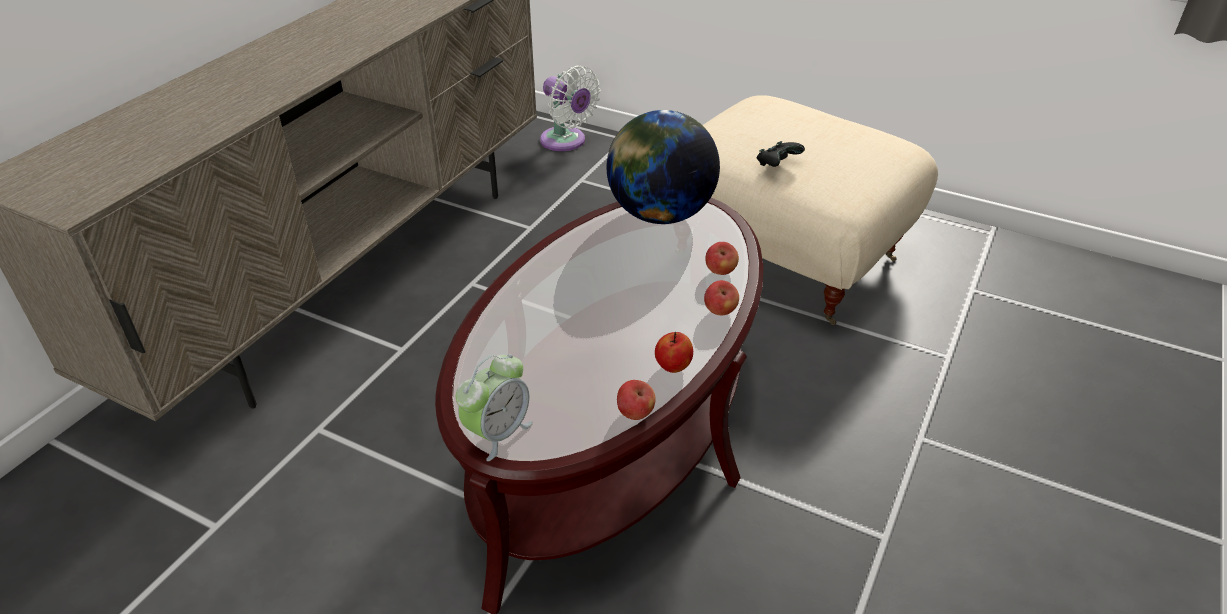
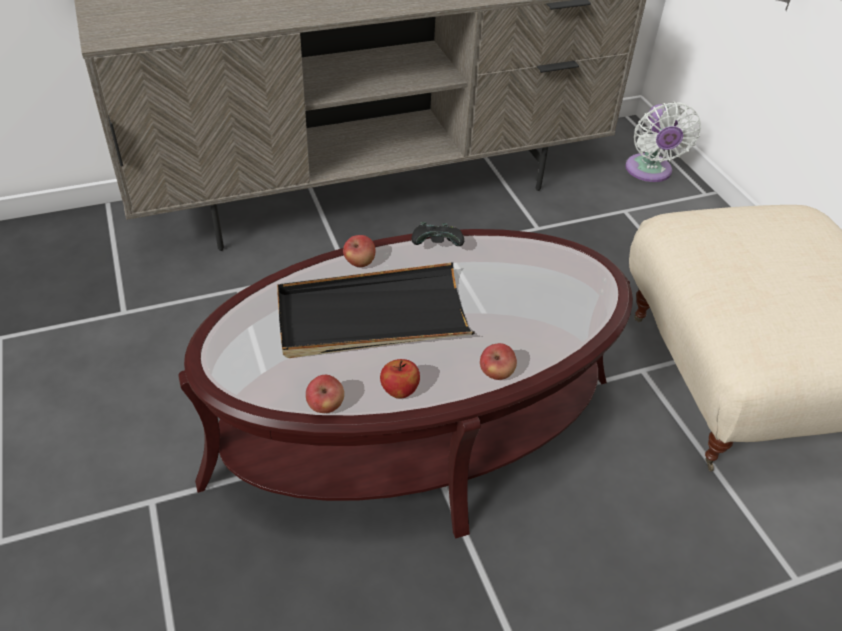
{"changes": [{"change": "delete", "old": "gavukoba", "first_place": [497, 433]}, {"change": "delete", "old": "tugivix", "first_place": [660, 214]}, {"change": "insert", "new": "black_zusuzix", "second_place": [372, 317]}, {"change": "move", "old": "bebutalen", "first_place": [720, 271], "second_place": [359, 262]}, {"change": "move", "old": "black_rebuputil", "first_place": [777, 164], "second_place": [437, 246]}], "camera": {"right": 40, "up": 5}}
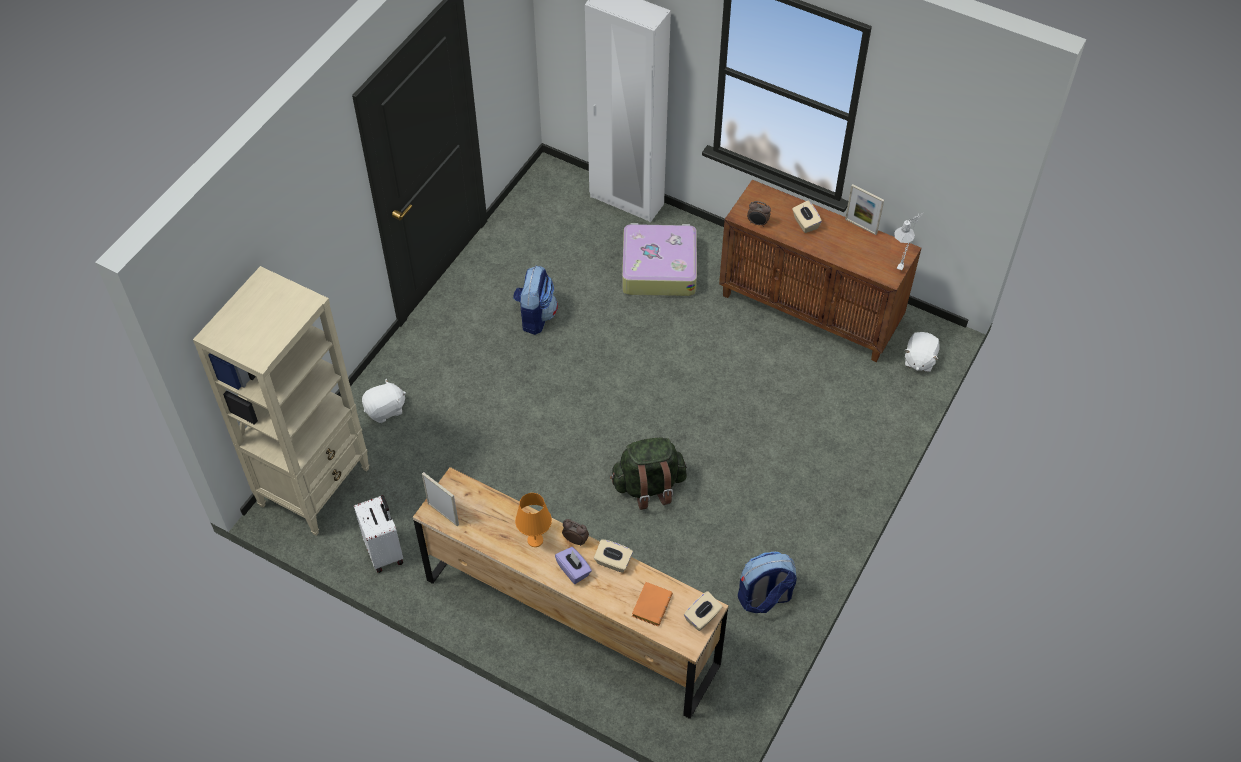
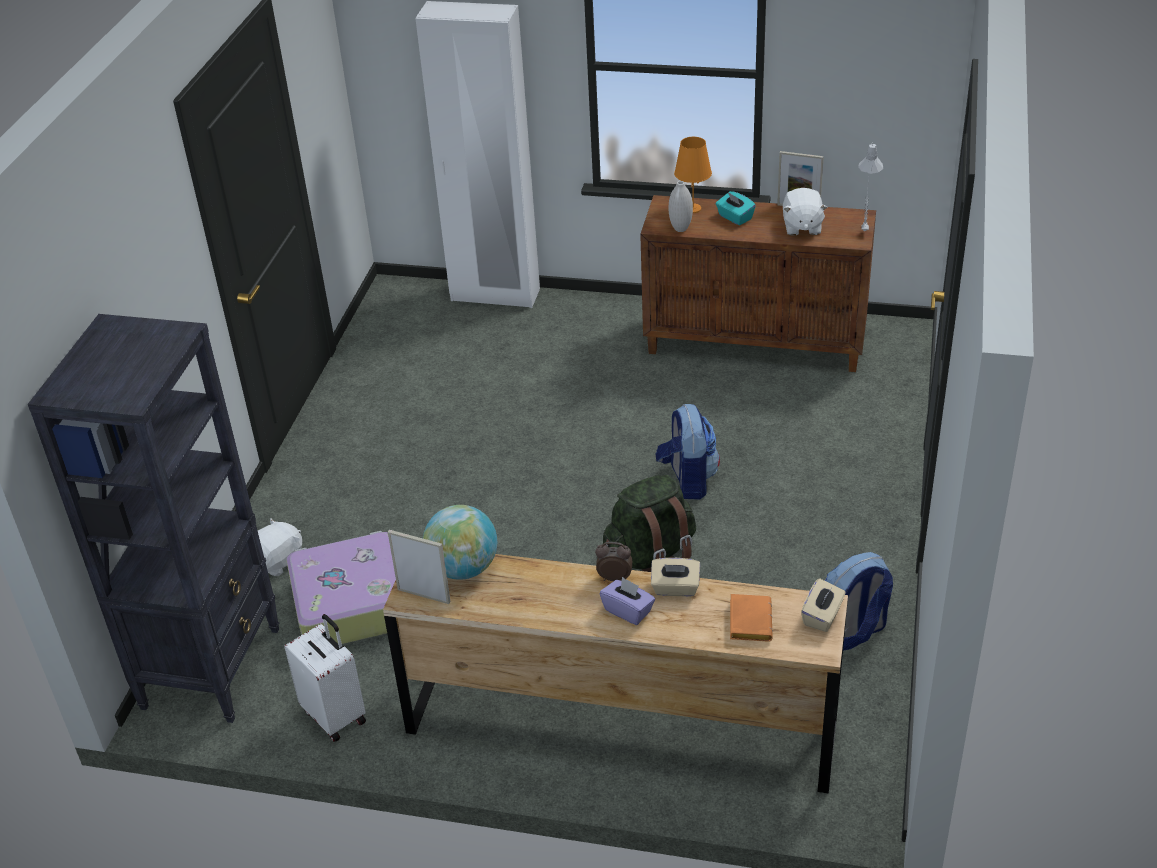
{"changes": [{"change": "insert", "new": "tugivix", "second_place": [463, 568]}, {"change": "move", "old": "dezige", "first_place": [535, 316], "second_place": [688, 480]}, {"change": "move", "old": "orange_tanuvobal", "first_place": [535, 540], "second_place": [693, 208]}, {"change": "move", "old": "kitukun", "first_place": [658, 268], "second_place": [351, 603]}, {"change": "move", "old": "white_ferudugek", "first_place": [919, 360], "second_place": [802, 227]}, {"change": "replace", "old": "gavukoba", "new": "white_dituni", "first_place": [757, 223], "second_place": [680, 229]}, {"change": "recolor", "old": "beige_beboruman", "new": "black_beboruman", "first_place": [315, 486], "second_place": [212, 667]}, {"change": "recolor", "old": "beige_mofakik", "new": "turquoise_mofakik", "first_place": [805, 223], "second_place": [735, 217]}], "camera": {"right": -15, "up": -15}}
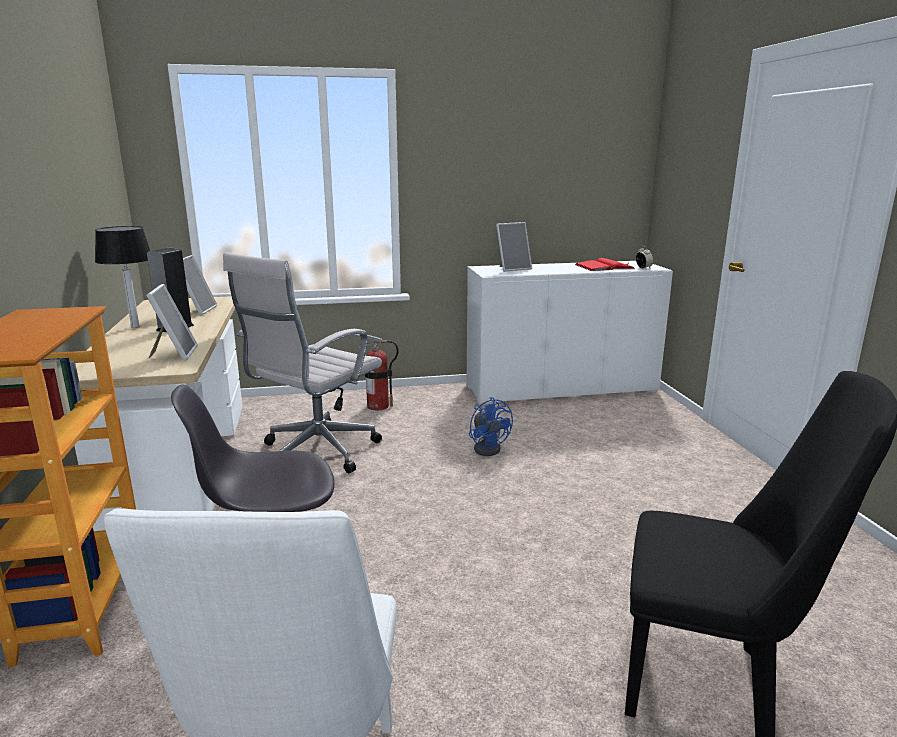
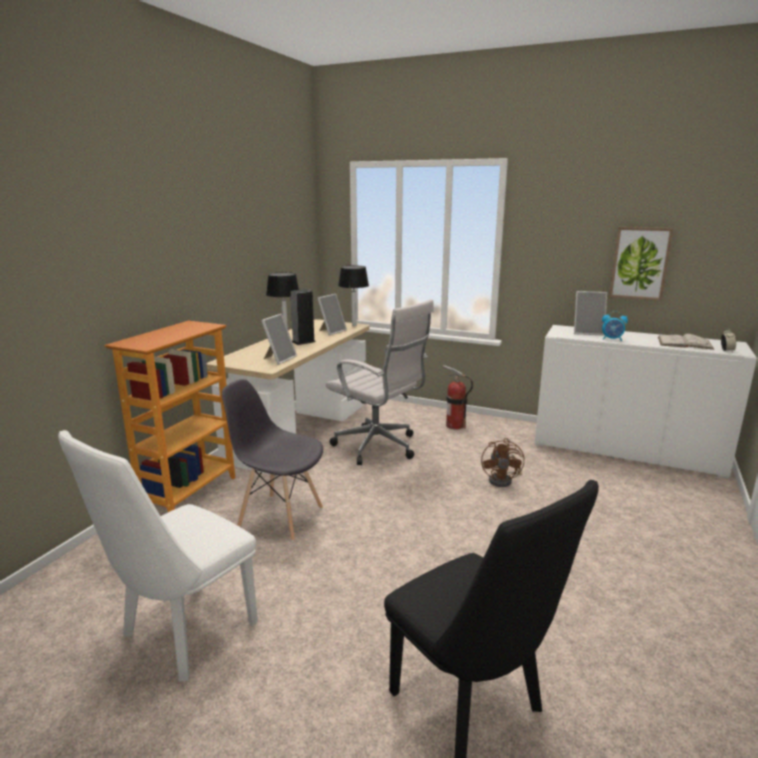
{"changes": [{"change": "insert", "new": "tanuvobal", "second_place": [353, 325]}, {"change": "insert", "new": "gavukoba", "second_place": [612, 339]}, {"change": "insert", "new": "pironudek", "second_place": [640, 263]}, {"change": "recolor", "old": "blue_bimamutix", "new": "brown_bimamutix", "first_place": [489, 448], "second_place": [504, 480]}, {"change": "recolor", "old": "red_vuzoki", "new": "white_vuzoki", "first_place": [604, 266], "second_place": [684, 343]}, {"change": "rotate", "old": "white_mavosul", "first_place": [315, 453], "second_place": [379, 447], "degrees": -120}], "camera": {"right": 35, "up": 0}}
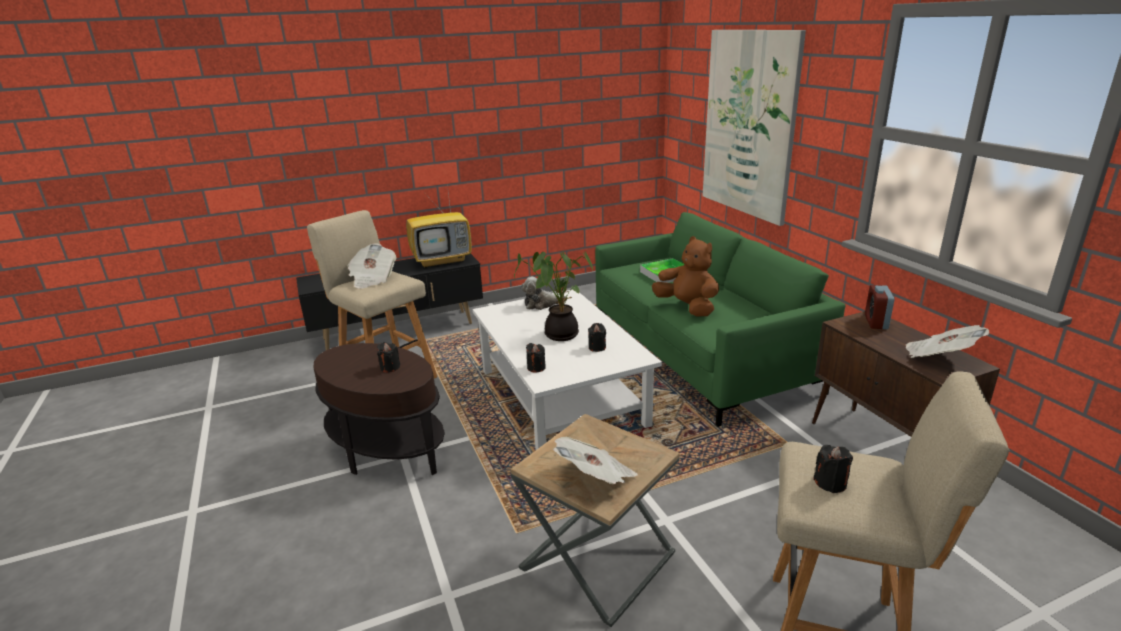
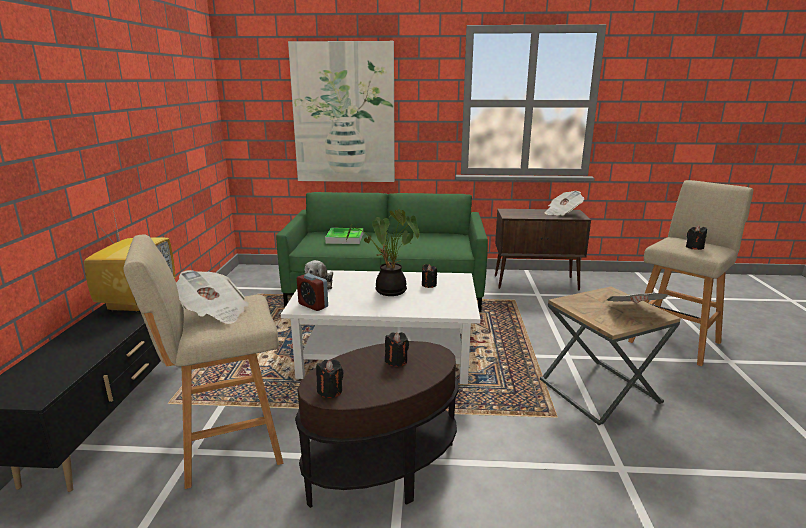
{"changes": [{"change": "delete", "old": "brown_ferudugek", "first_place": [687, 307]}, {"change": "move", "old": "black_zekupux", "first_place": [536, 368], "second_place": [330, 391]}, {"change": "move", "old": "gavukoba", "first_place": [876, 322], "second_place": [313, 305]}], "camera": {"right": -65, "up": -5}}
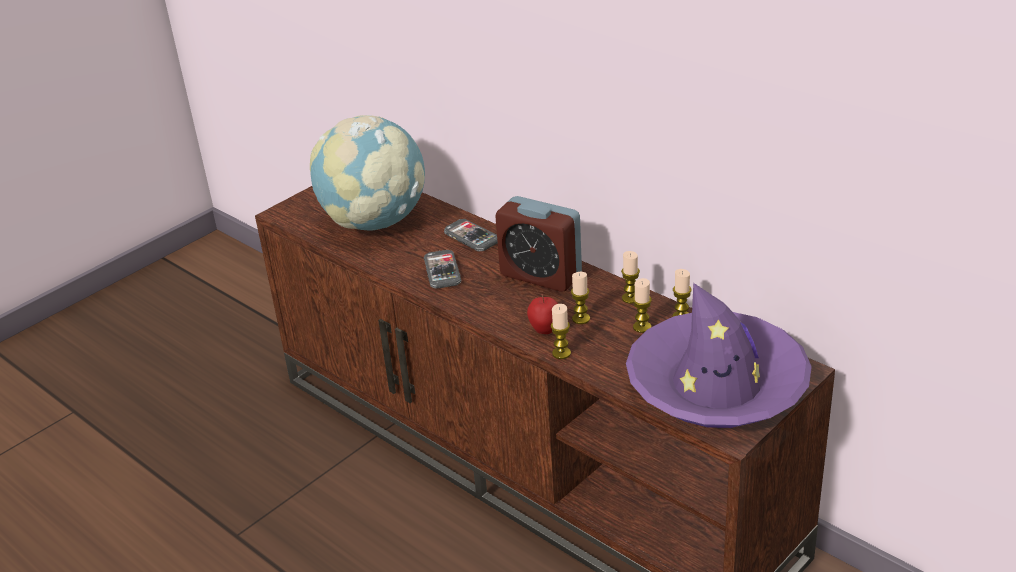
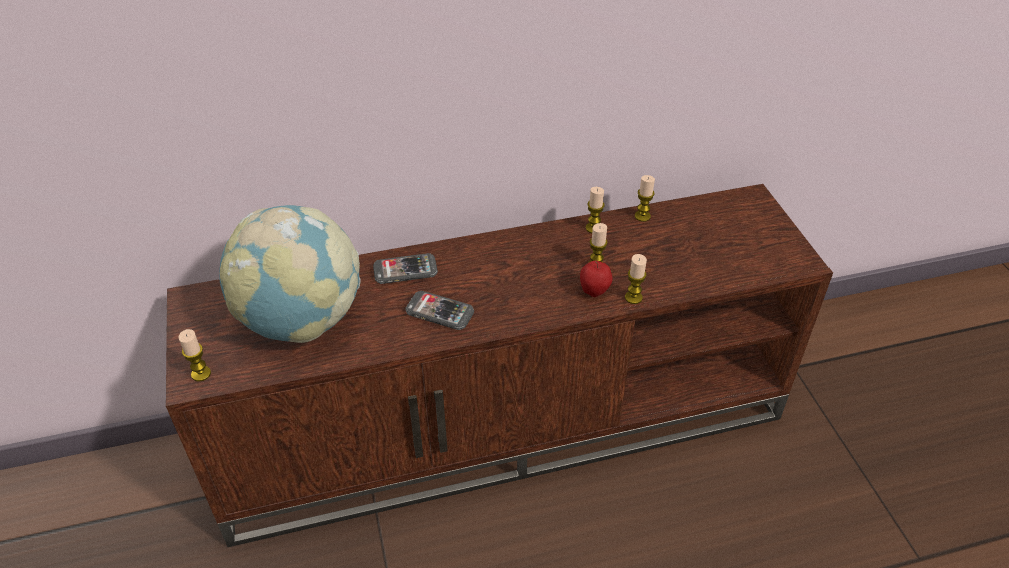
{"changes": [{"change": "delete", "old": "gavukoba", "first_place": [541, 275]}, {"change": "delete", "old": "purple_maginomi", "first_place": [717, 385]}, {"change": "move", "old": "zekupux", "first_place": [642, 327], "second_place": [201, 374]}], "camera": {"right": -60, "up": 10}}
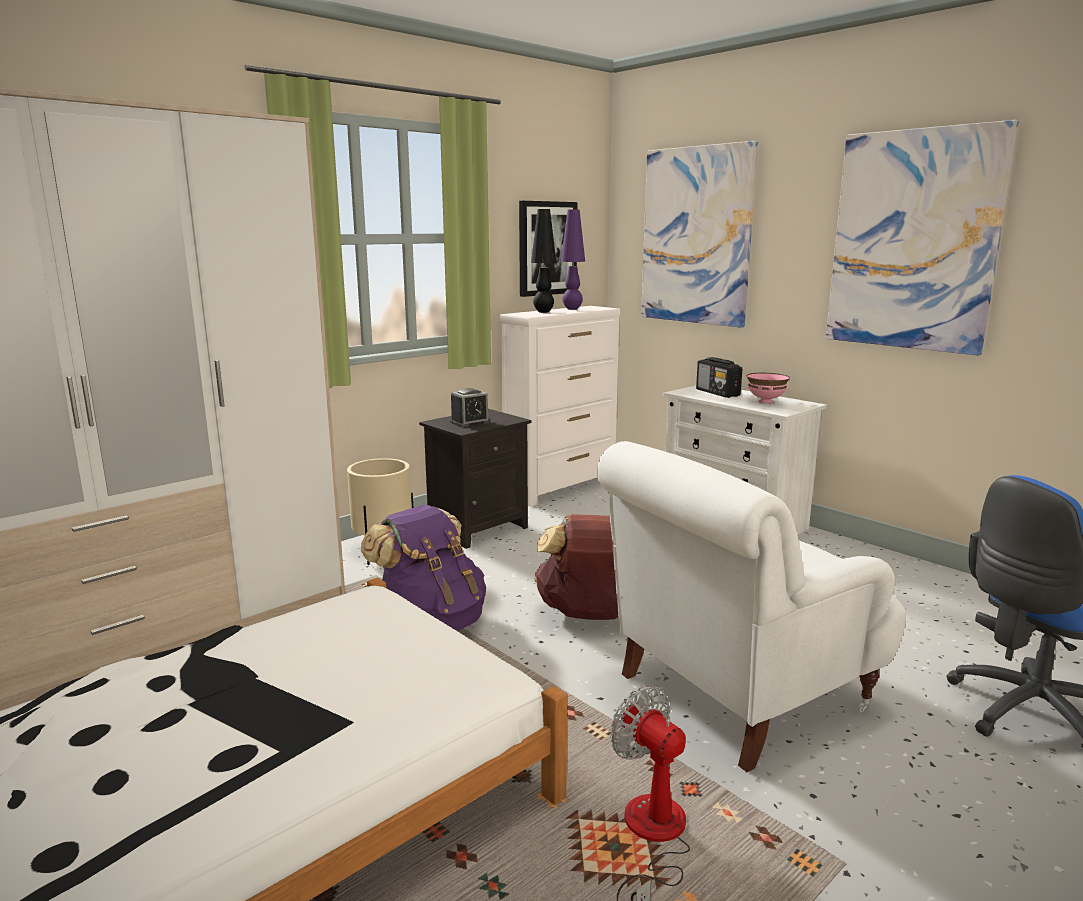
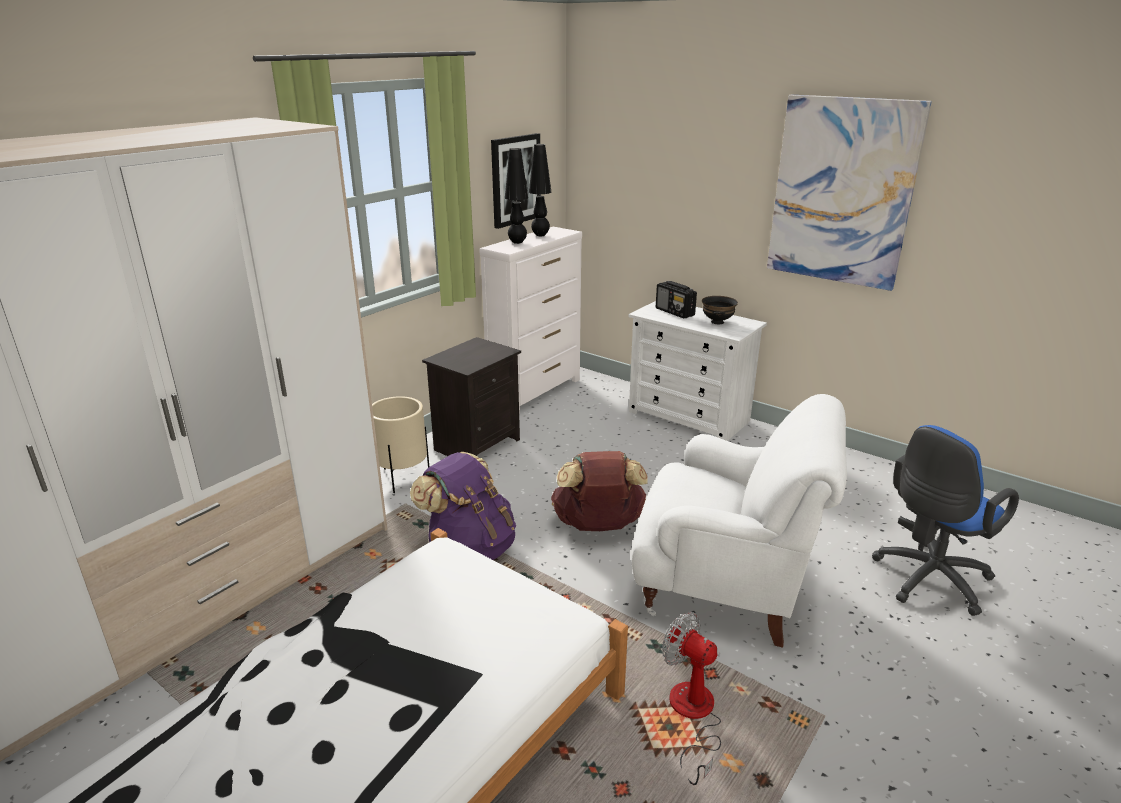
{"changes": [{"change": "delete", "old": "gavukoba", "first_place": [470, 422]}, {"change": "delete", "old": "pironudek", "first_place": [696, 236]}, {"change": "recolor", "old": "purple_tanuvobal", "new": "black_tanuvobal", "first_place": [572, 309], "second_place": [540, 235]}, {"change": "recolor", "old": "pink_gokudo", "new": "black_gokudo", "first_place": [765, 401], "second_place": [717, 322]}, {"change": "rotate", "old": "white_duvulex", "first_place": [737, 693], "second_place": [726, 587], "degrees": -120}], "camera": {"right": -10, "up": 10}}
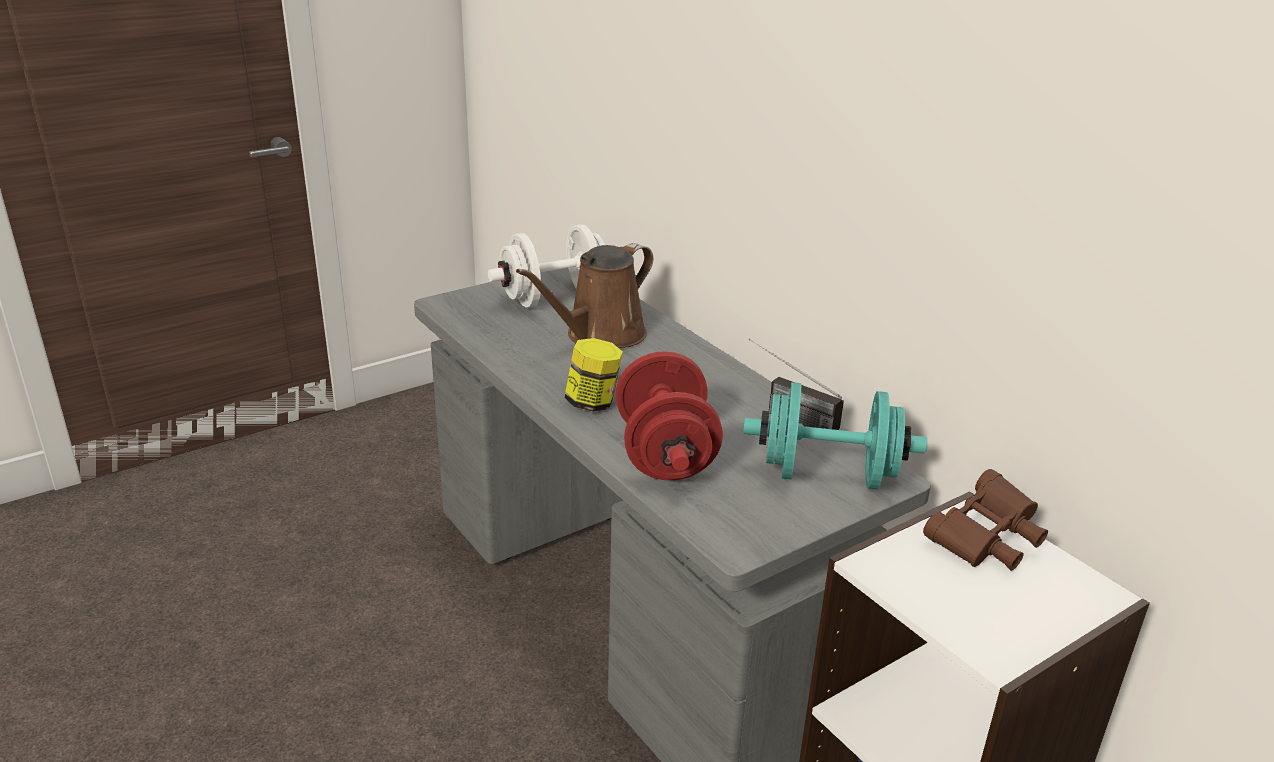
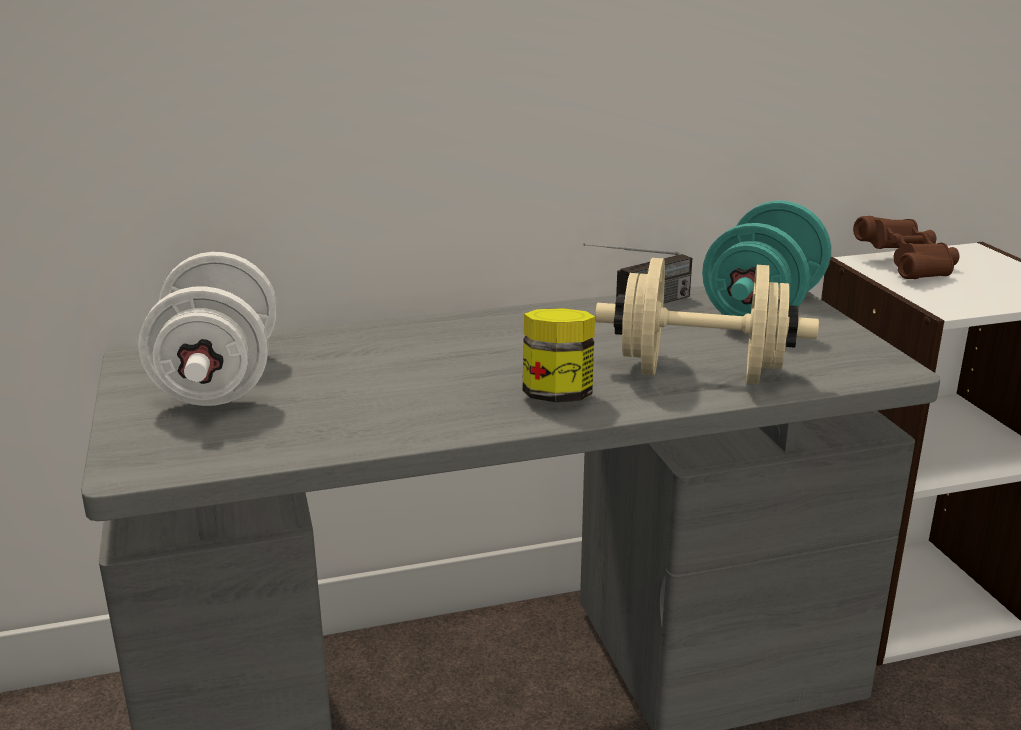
{"changes": [{"change": "delete", "old": "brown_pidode", "first_place": [600, 336]}, {"change": "recolor", "old": "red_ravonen", "new": "beige_ravonen", "first_place": [665, 454], "second_place": [700, 374]}], "camera": {"right": -70, "up": -5}}
